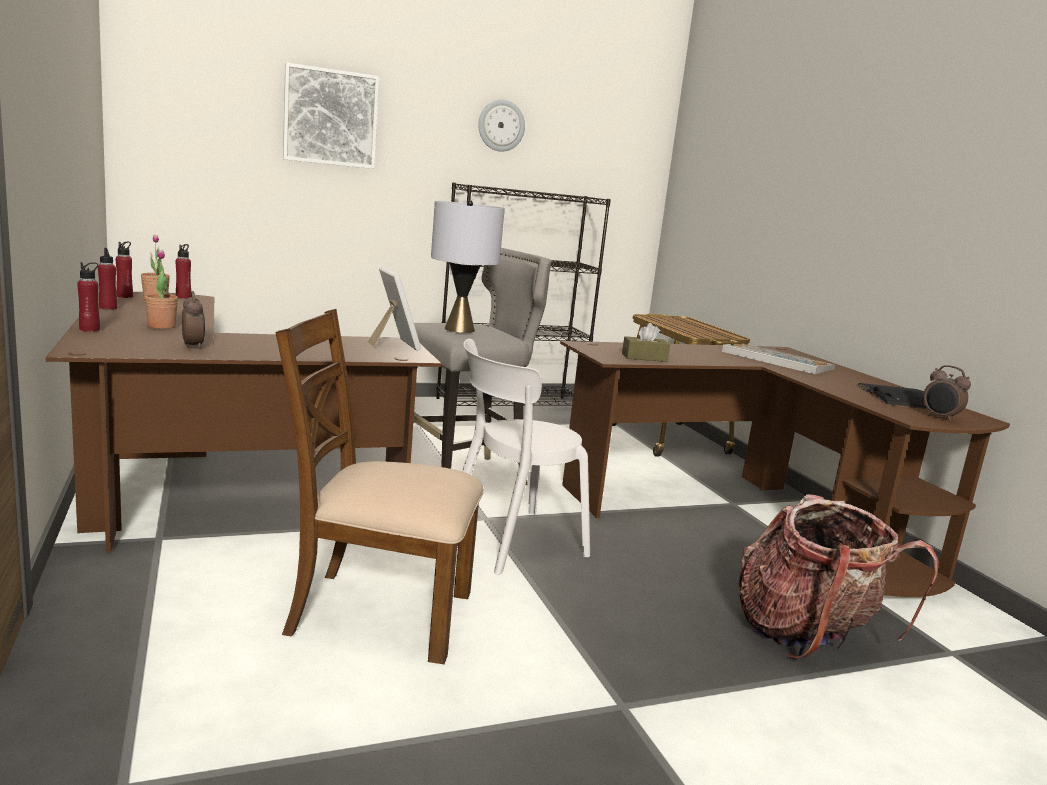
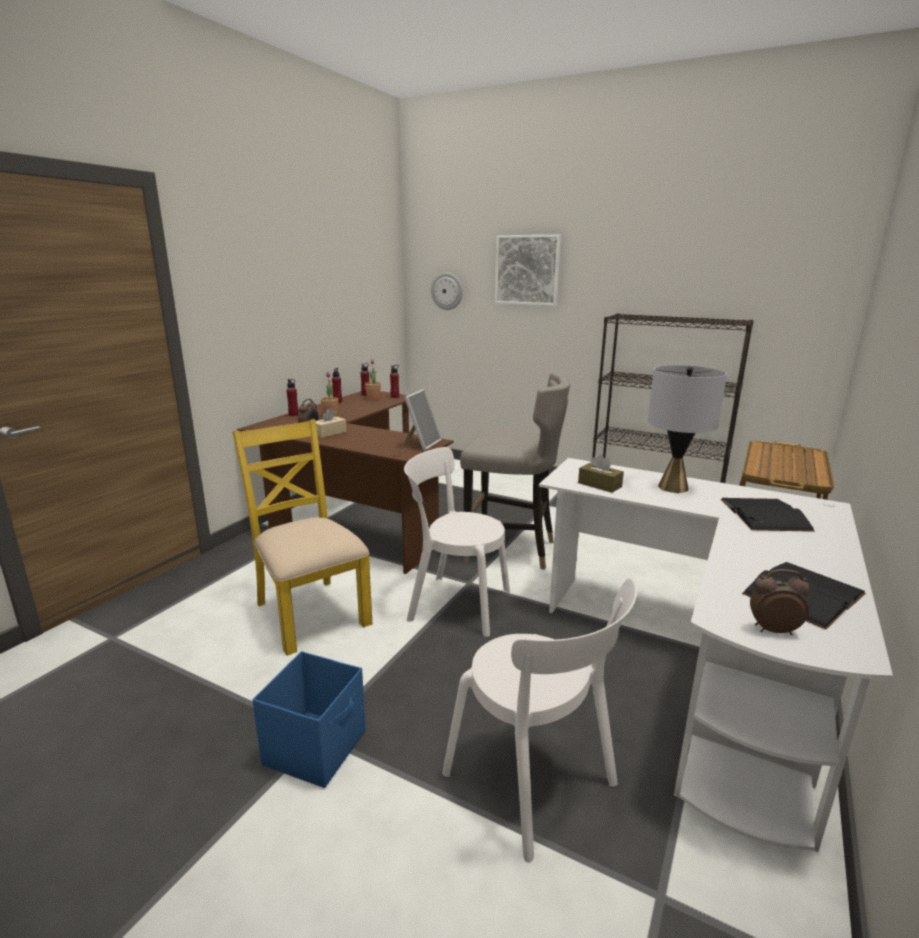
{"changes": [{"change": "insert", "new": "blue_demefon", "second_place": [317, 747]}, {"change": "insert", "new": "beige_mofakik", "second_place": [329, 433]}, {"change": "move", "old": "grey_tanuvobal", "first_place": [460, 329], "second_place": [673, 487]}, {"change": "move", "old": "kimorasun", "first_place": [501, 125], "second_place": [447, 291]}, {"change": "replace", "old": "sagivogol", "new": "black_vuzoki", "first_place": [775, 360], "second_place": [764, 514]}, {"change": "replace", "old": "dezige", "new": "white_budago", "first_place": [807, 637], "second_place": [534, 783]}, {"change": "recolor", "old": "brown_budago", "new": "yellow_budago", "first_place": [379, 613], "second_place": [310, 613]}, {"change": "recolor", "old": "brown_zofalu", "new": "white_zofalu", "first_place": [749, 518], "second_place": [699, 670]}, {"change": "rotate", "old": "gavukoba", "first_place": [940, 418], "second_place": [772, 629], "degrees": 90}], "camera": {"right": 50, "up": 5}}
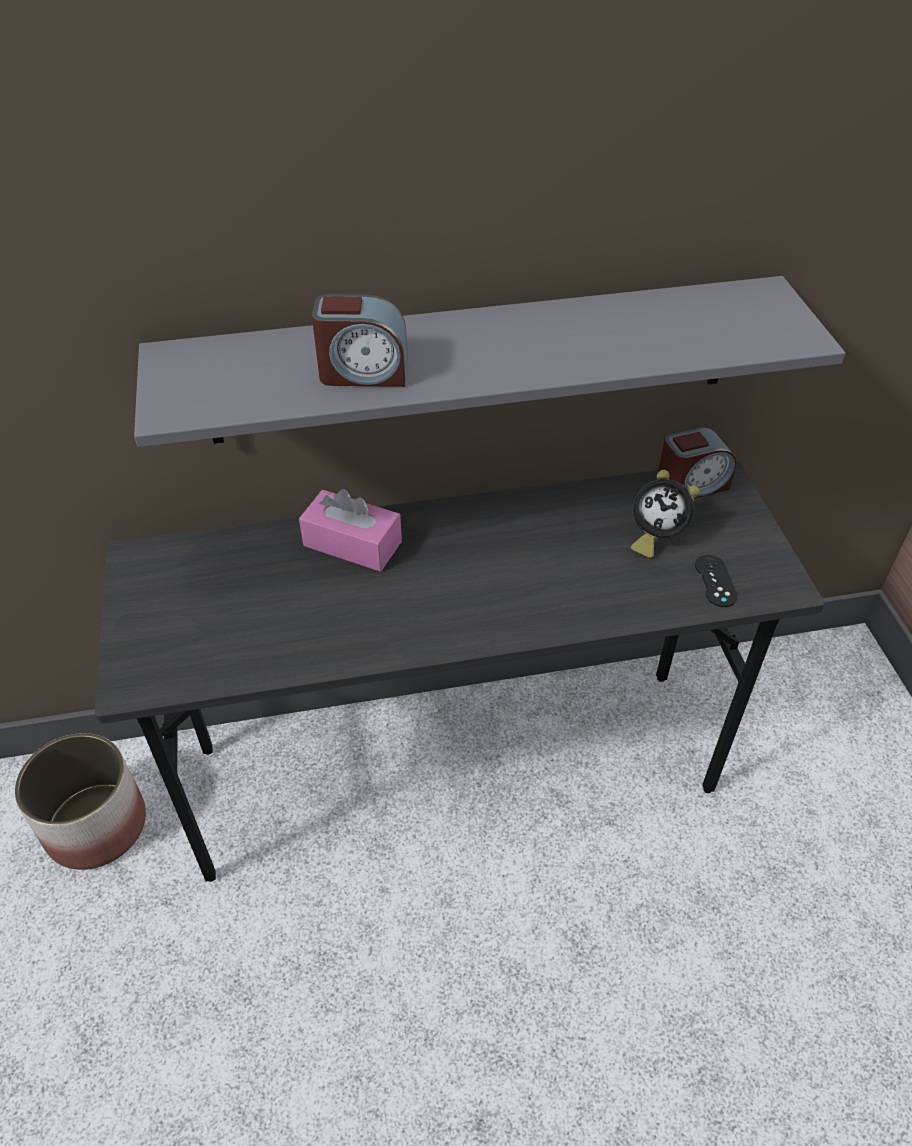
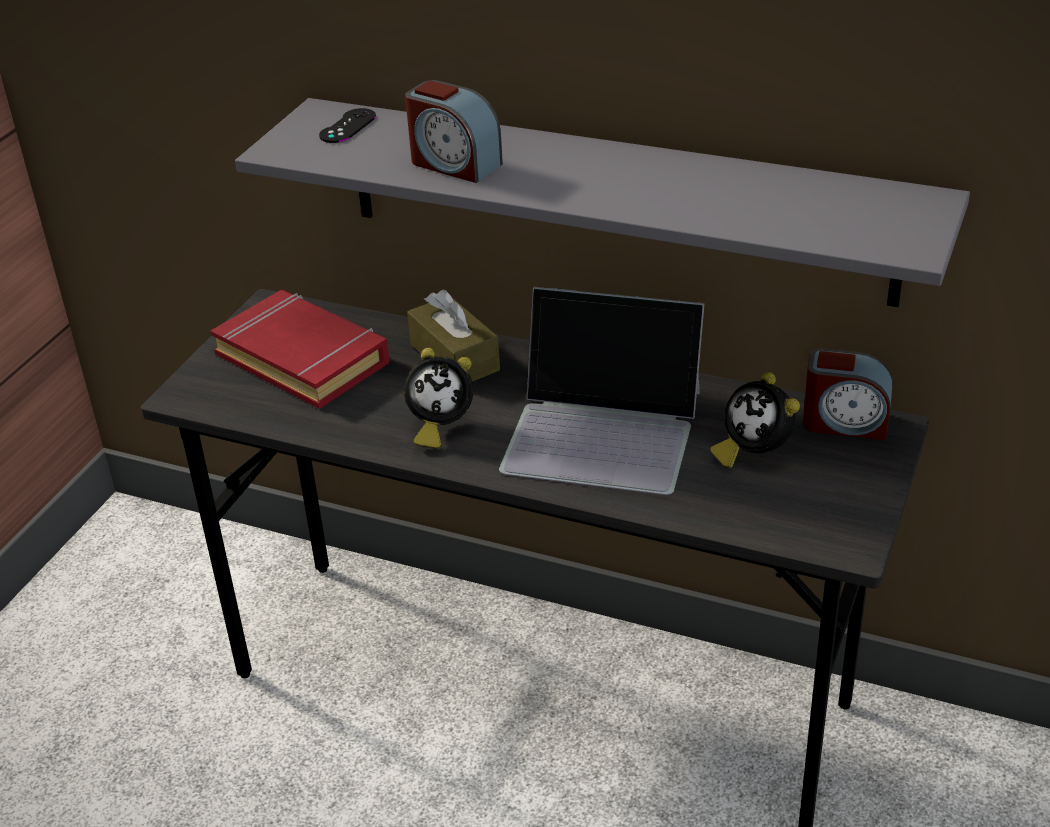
{"changes": [{"change": "delete", "old": "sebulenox", "first_place": [97, 824]}, {"change": "insert", "new": "red_vuzoki", "second_place": [303, 358]}, {"change": "insert", "new": "gavukoba", "second_place": [439, 427]}, {"change": "insert", "new": "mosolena", "second_place": [604, 430]}, {"change": "move", "old": "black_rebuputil", "first_place": [715, 581], "second_place": [347, 126]}, {"change": "recolor", "old": "pink_mofakik", "new": "brown_mofakik", "first_place": [352, 543], "second_place": [454, 357]}], "camera": {"right": 35, "up": -10}}
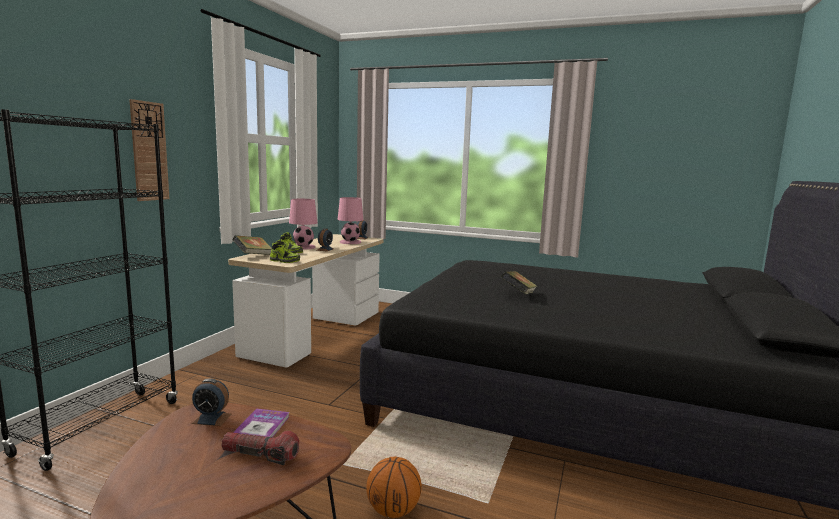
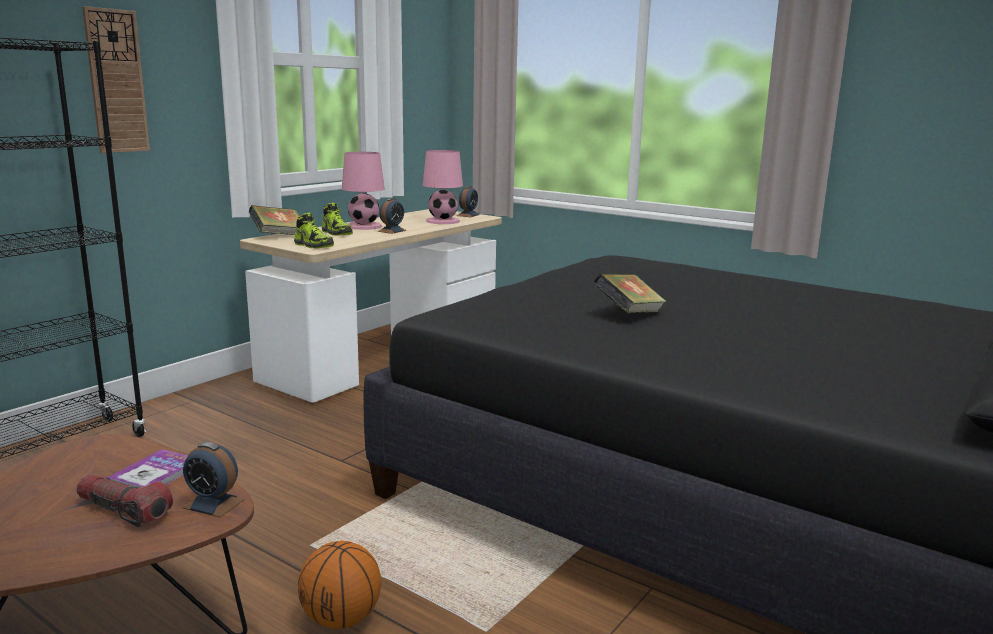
{"changes": [{"change": "move", "old": "gavukoba", "first_place": [212, 419], "second_place": [213, 504]}], "camera": {"right": 15, "up": 5}}
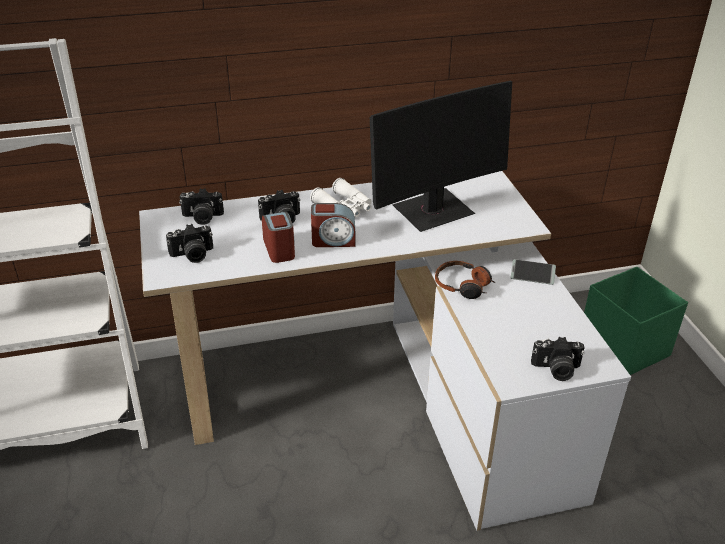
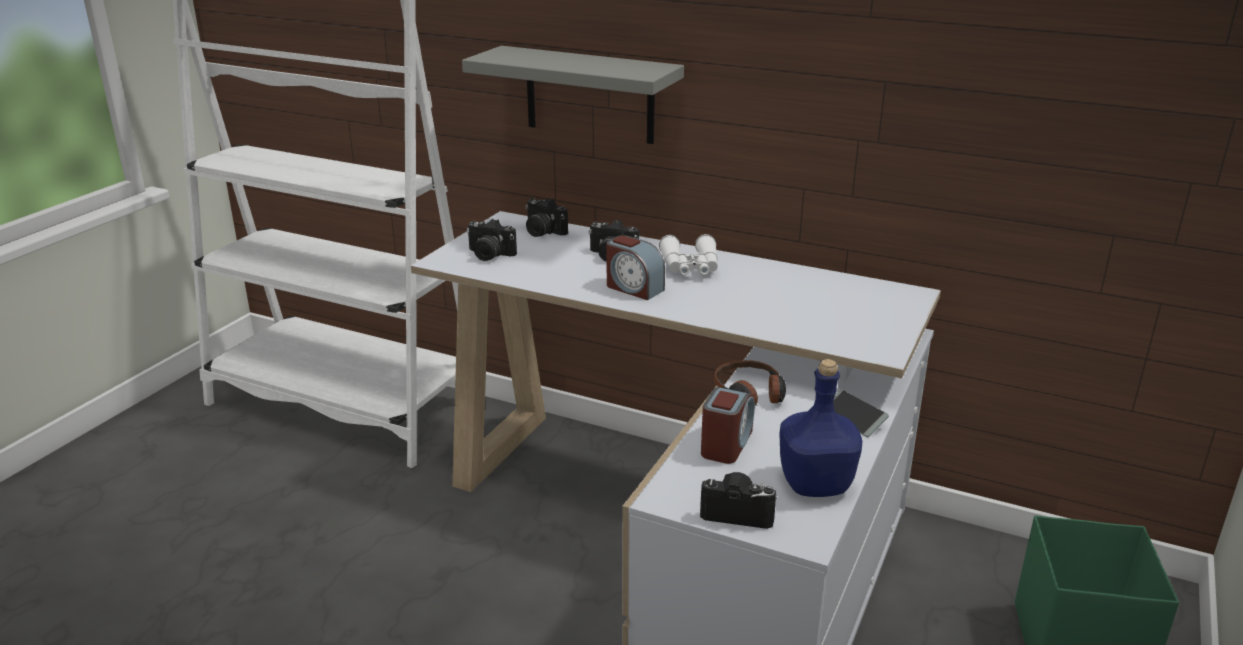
{"changes": [{"change": "delete", "old": "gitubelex", "first_place": [433, 211]}, {"change": "insert", "new": "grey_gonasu", "second_place": [589, 95]}, {"change": "insert", "new": "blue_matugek", "second_place": [814, 484]}, {"change": "move", "old": "gavukoba", "first_place": [279, 249], "second_place": [726, 444]}, {"change": "rotate", "old": "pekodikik", "first_place": [556, 370], "second_place": [738, 512], "degrees": 150}], "camera": {"right": 40, "up": -10}}
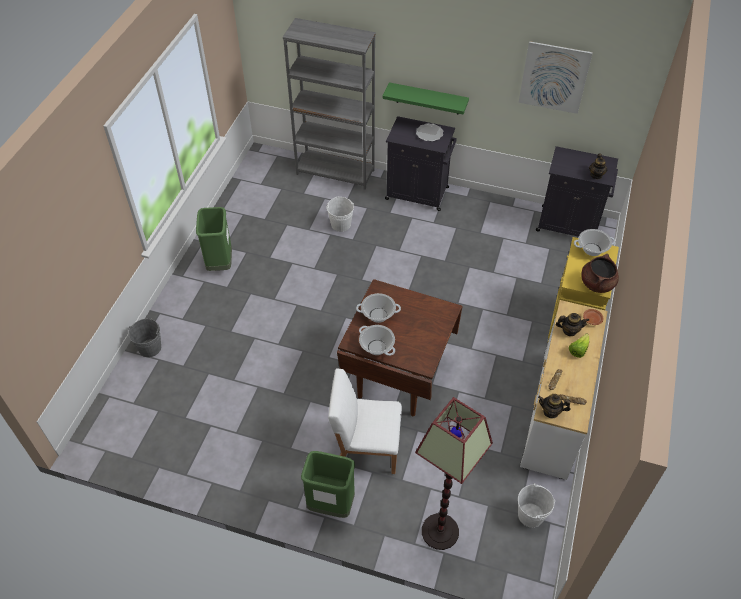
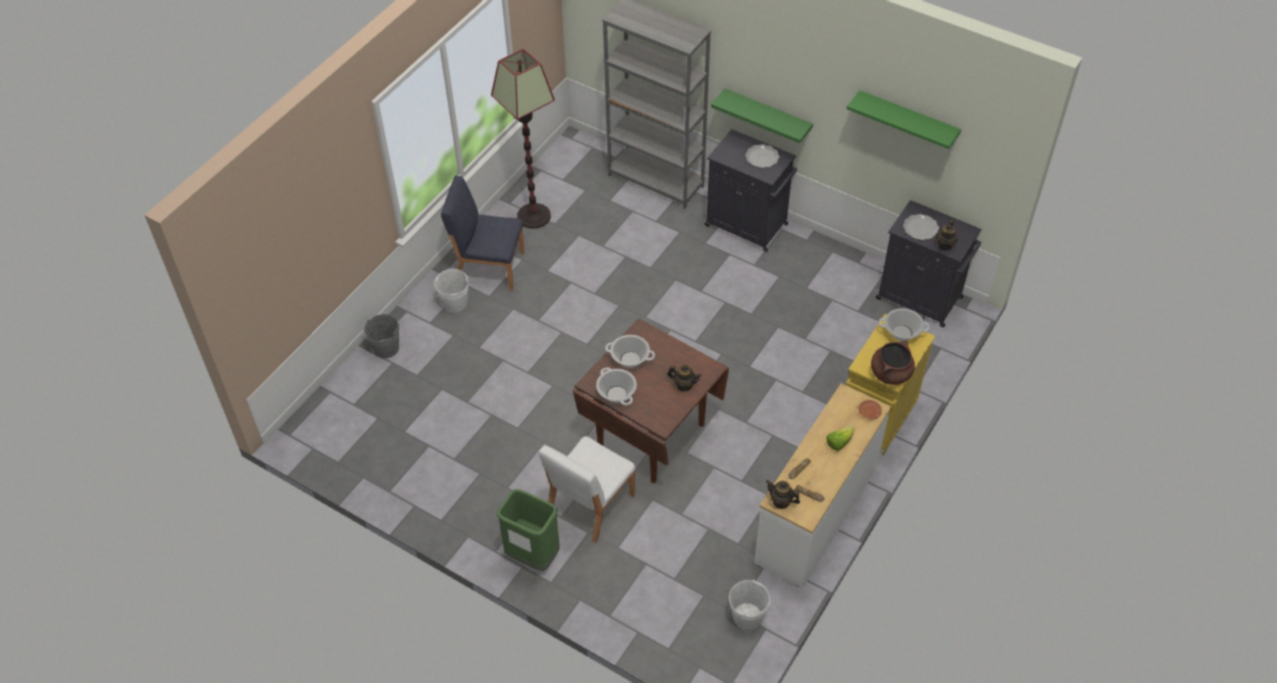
{"changes": [{"change": "insert", "new": "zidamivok", "second_place": [920, 228]}, {"change": "move", "old": "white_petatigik", "first_place": [341, 224], "second_place": [455, 302]}, {"change": "move", "old": "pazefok", "first_place": [439, 531], "second_place": [533, 216]}, {"change": "move", "old": "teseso", "first_place": [569, 331], "second_place": [684, 385]}, {"change": "replace", "old": "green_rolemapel", "new": "blue_budago", "first_place": [220, 263], "second_place": [488, 267]}, {"change": "replace", "old": "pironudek", "new": "green_gonasu", "first_place": [554, 77], "second_place": [907, 120]}, {"change": "rotate", "old": "white_budago", "first_place": [366, 447], "second_place": [590, 504], "degrees": -75}], "camera": {"right": 15, "up": 0}}
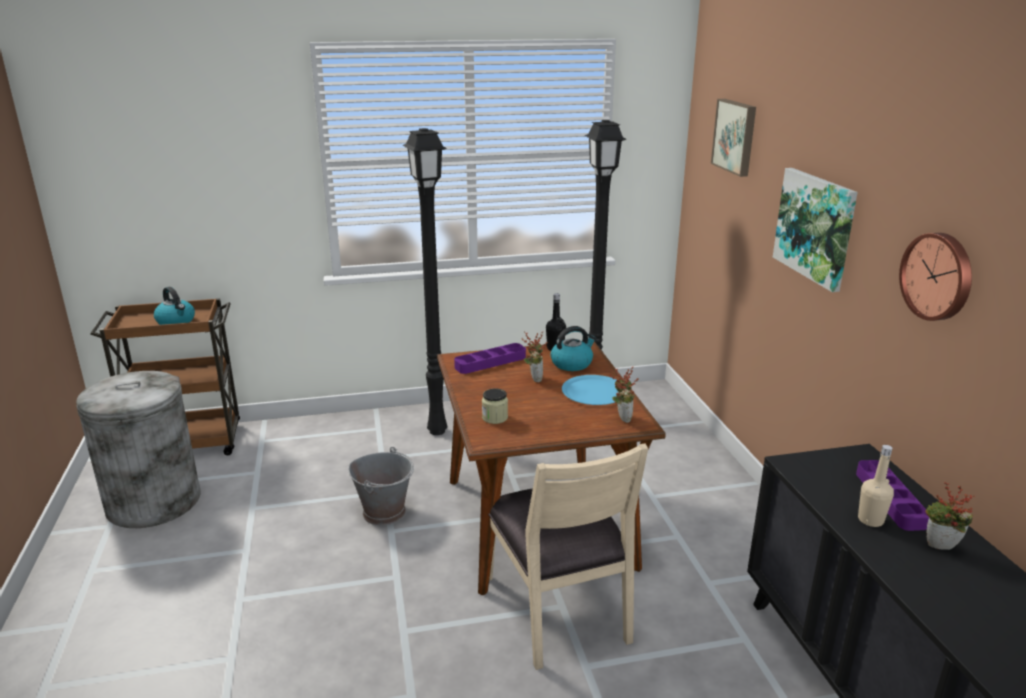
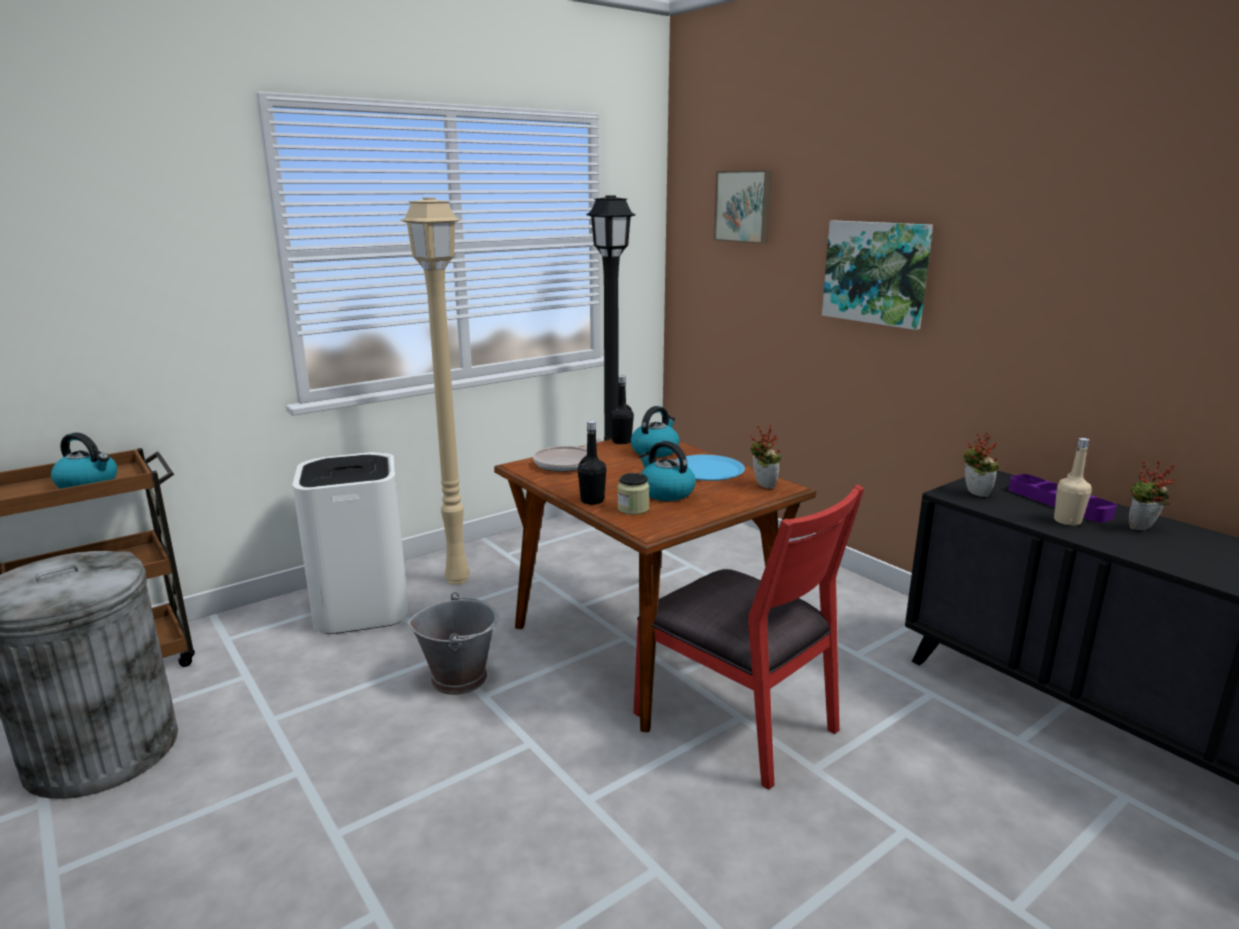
{"changes": [{"change": "delete", "old": "kimorasun", "first_place": [938, 276]}, {"change": "insert", "new": "white_rolemapel", "second_place": [363, 608]}, {"change": "insert", "new": "black_matugek", "second_place": [592, 500]}, {"change": "insert", "new": "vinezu", "second_place": [665, 492]}, {"change": "move", "old": "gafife", "first_place": [534, 378], "second_place": [974, 494]}, {"change": "replace", "old": "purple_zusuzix", "new": "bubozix", "first_place": [490, 362], "second_place": [566, 463]}, {"change": "recolor", "old": "black_pazefok", "new": "beige_pazefok", "first_place": [438, 430], "second_place": [457, 579]}, {"change": "recolor", "old": "beige_budago", "new": "red_budago", "first_place": [558, 608], "second_place": [738, 720]}], "camera": {"right": -25, "up": -5}}
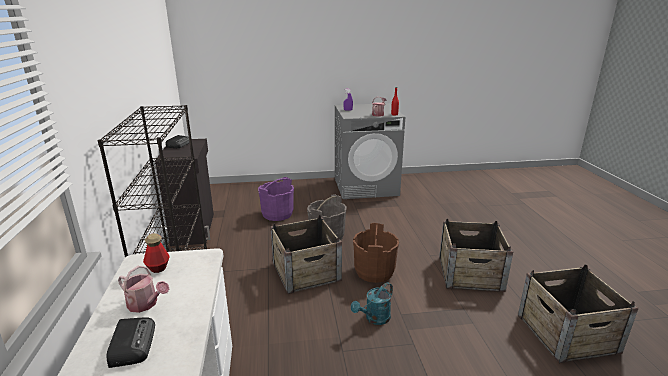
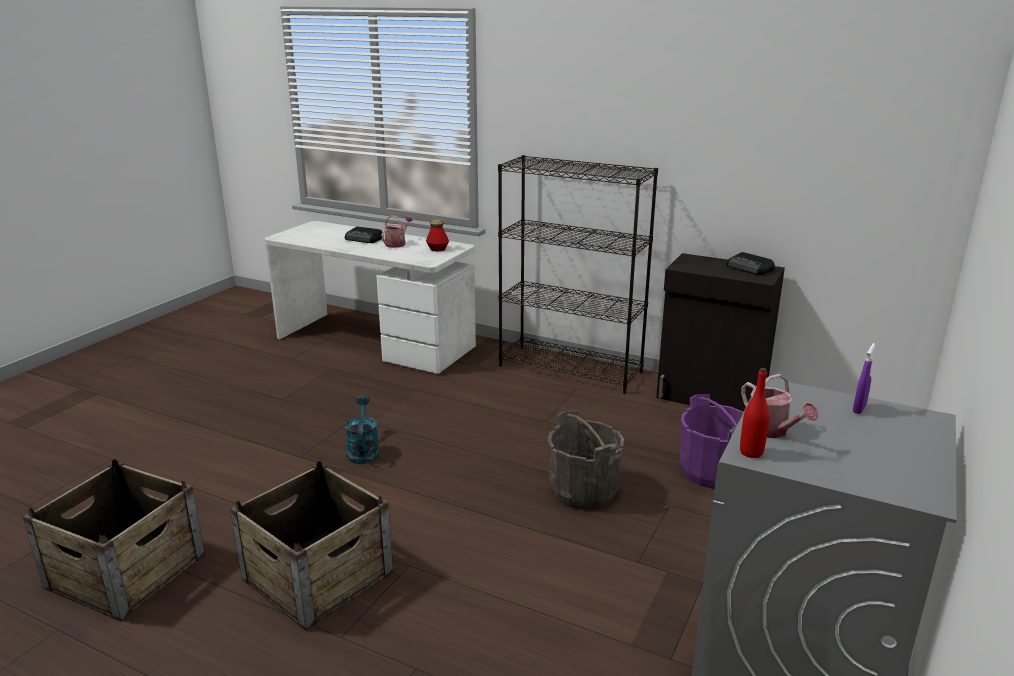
{"changes": [{"change": "delete", "old": "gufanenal", "first_place": [305, 271]}, {"change": "delete", "old": "brown_petatigik", "first_place": [374, 271]}, {"change": "rotate", "old": "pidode", "first_place": [145, 304], "second_place": [397, 243], "degrees": 150}], "camera": {"right": 125, "up": 0}}
